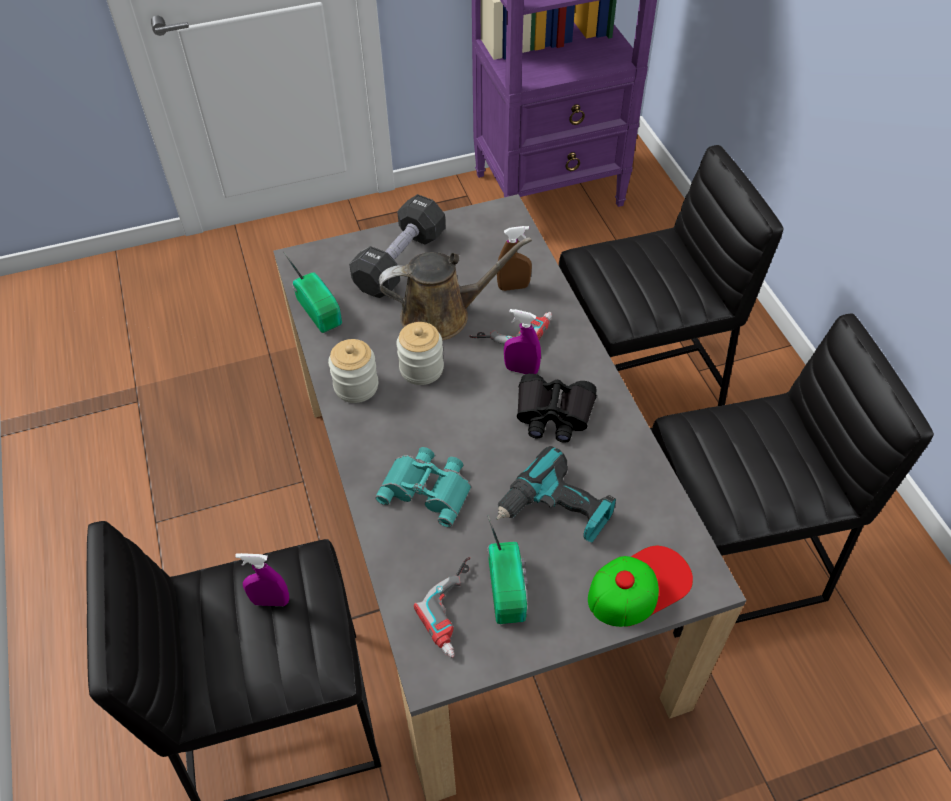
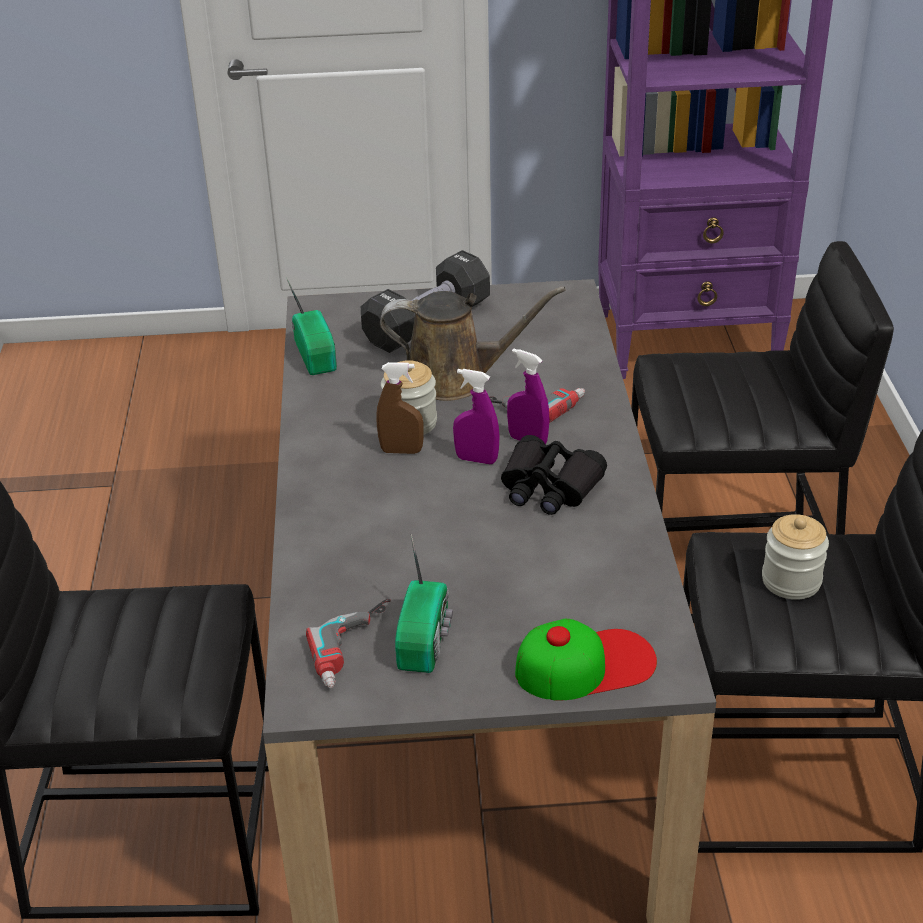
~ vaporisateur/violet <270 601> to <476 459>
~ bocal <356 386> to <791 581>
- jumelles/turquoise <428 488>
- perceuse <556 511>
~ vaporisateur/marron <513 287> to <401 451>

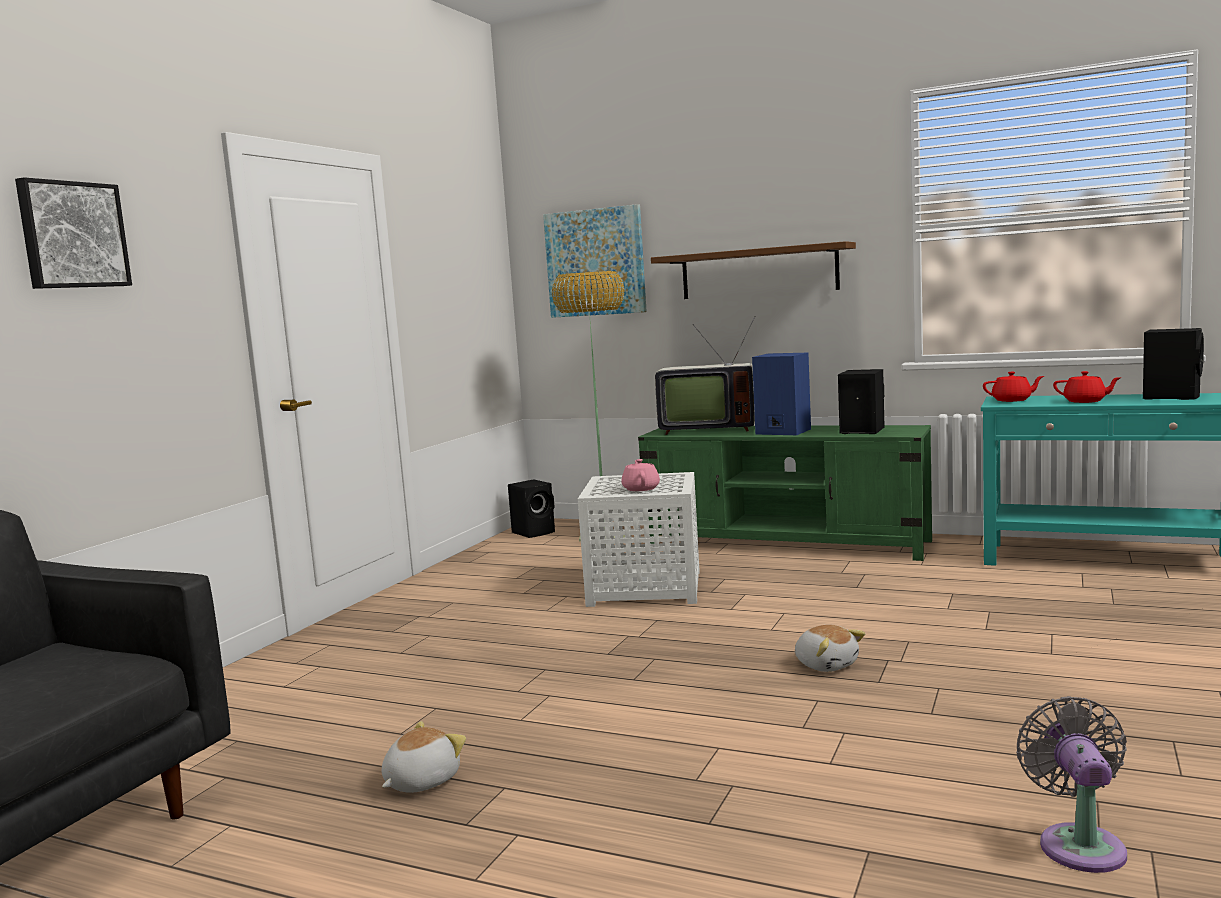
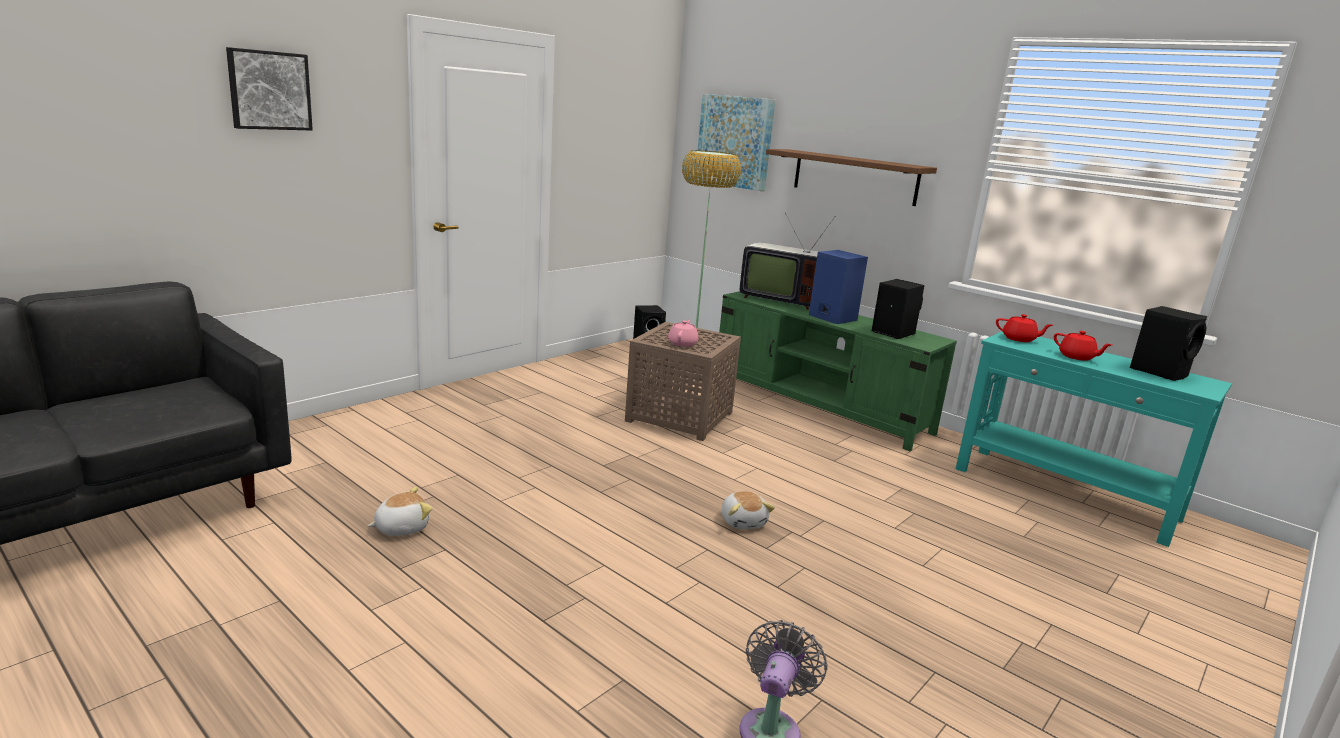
~ table d'appoint/blanc <643 587> to table d'appoint/marron <679 416>

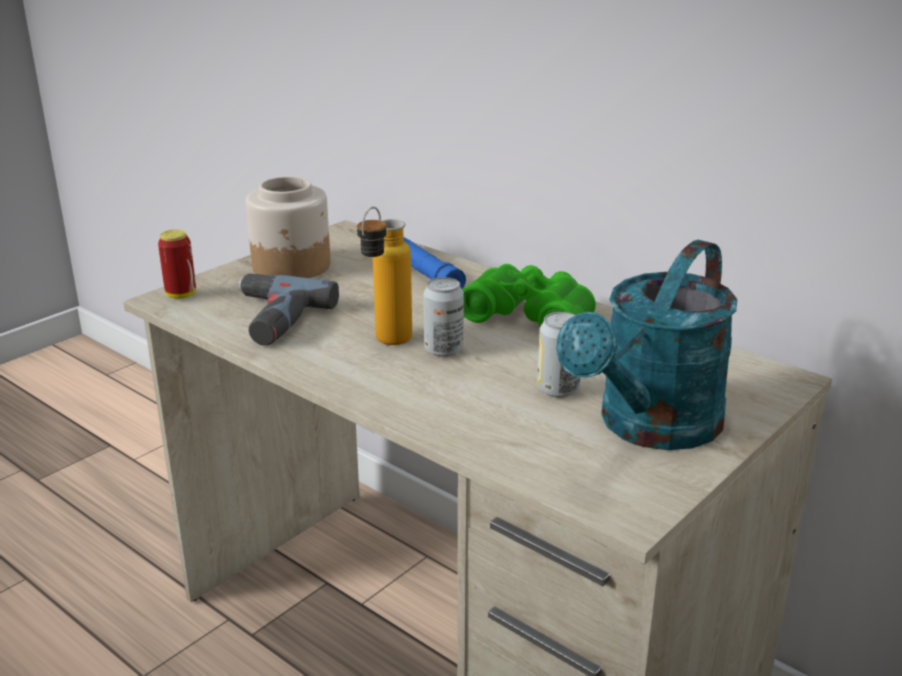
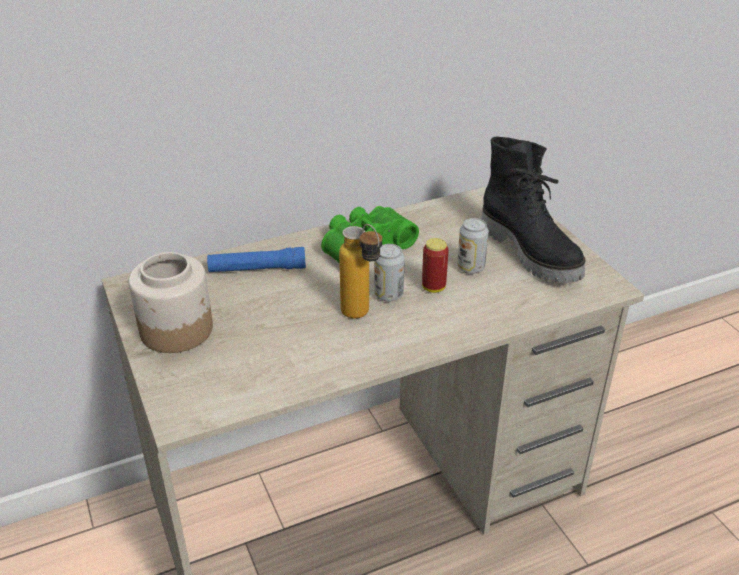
~ boîte métallique <181 295> to <433 287>
- perceuse <269 319>
~ arrosoir/turquoise <650 428> to botte/noir <531 252>

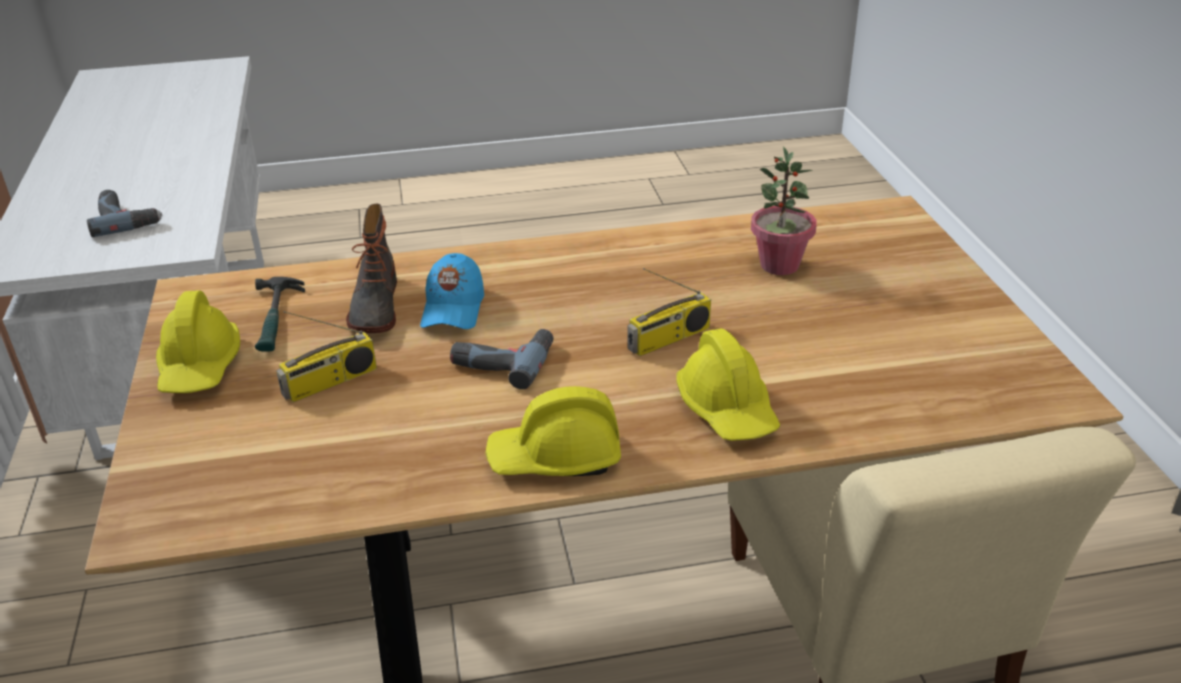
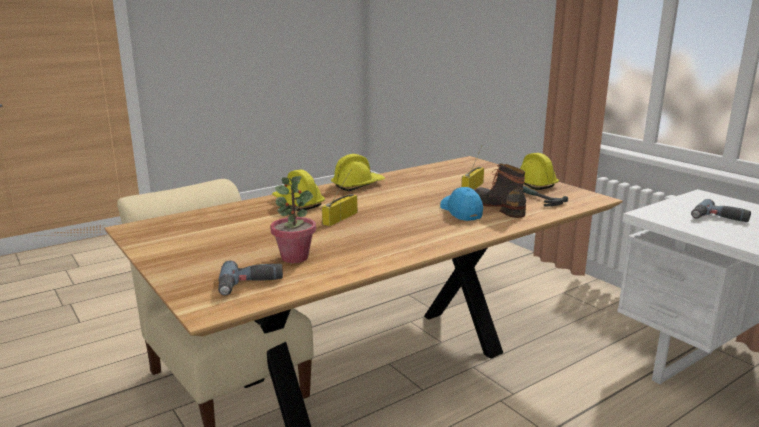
~ perceuse <503 360> to <251 285>

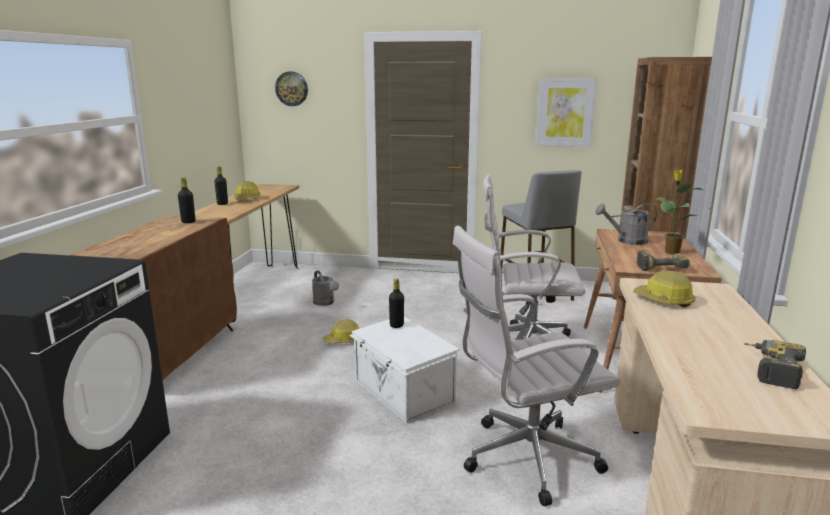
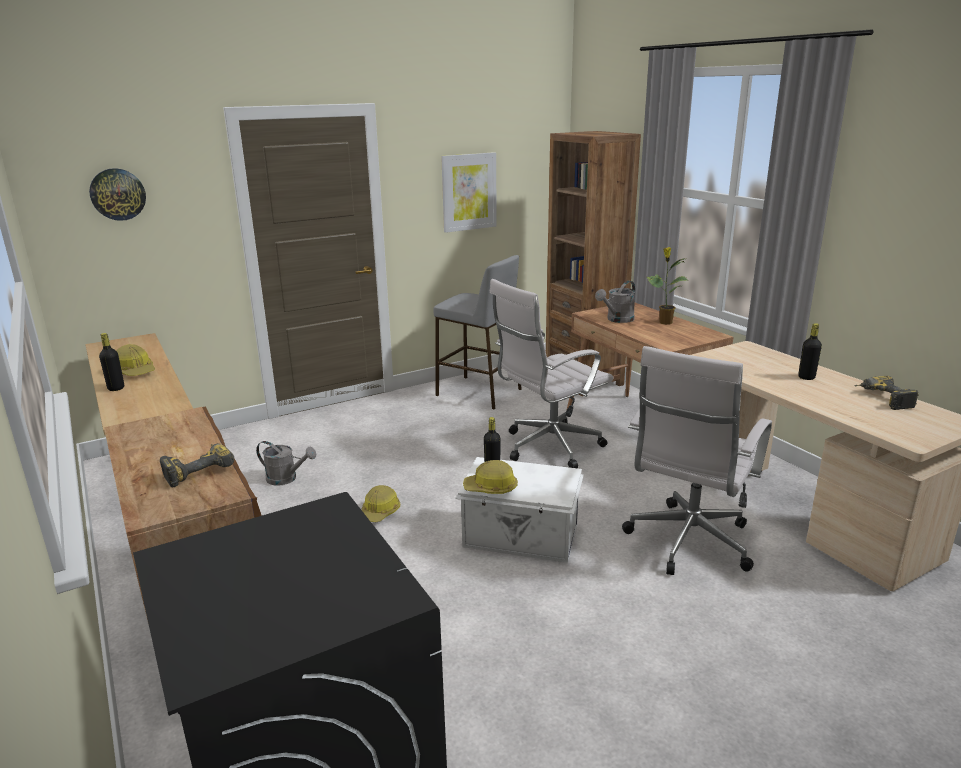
~ bouteille/noir <188 222> to <806 377>
~ casque de chantier <664 300> to <491 488>
~ perceuse <660 267> to <198 470>

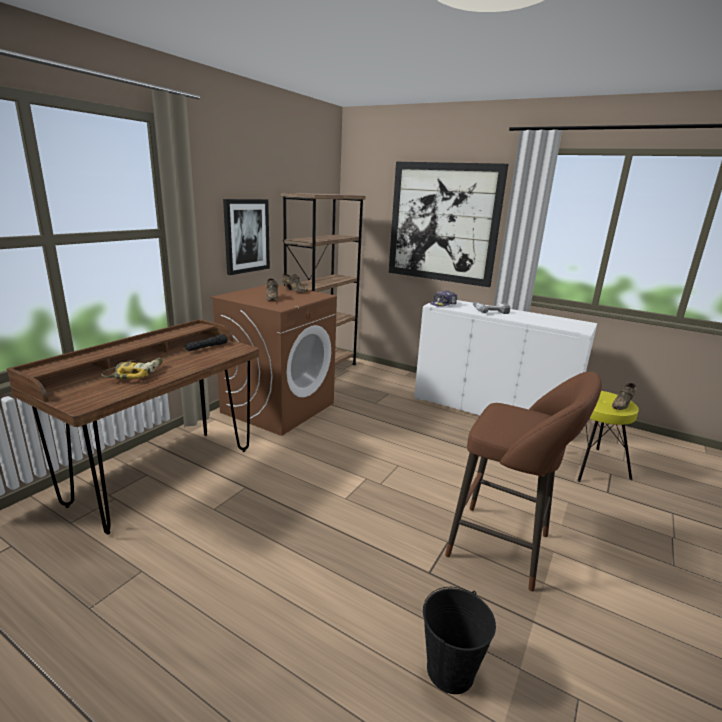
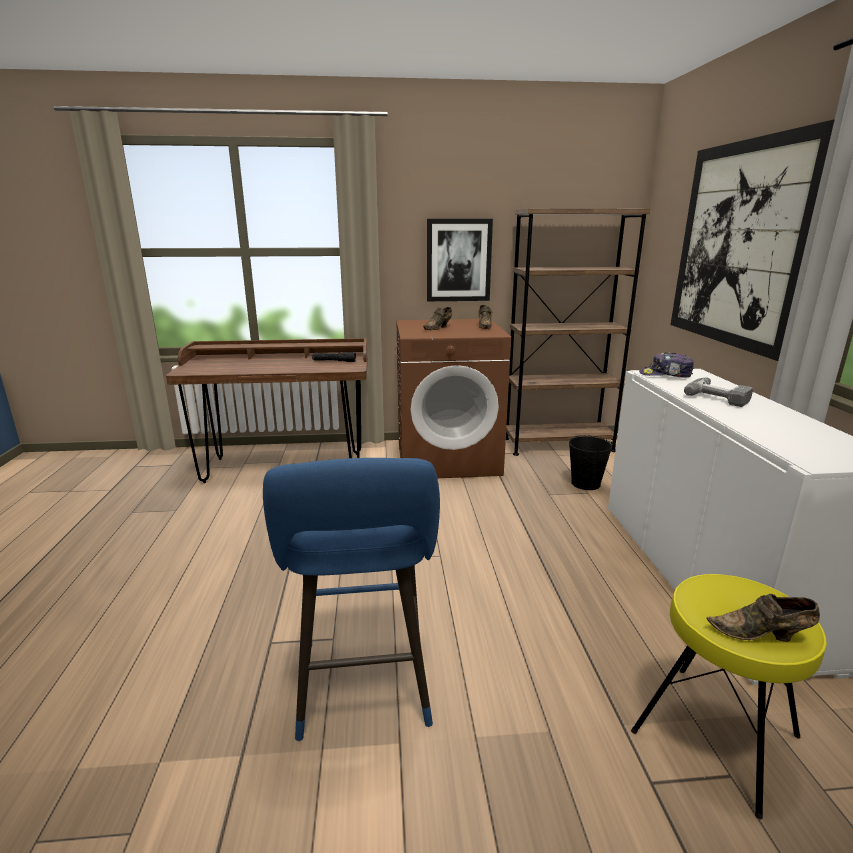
- perceuse <135 373>
~ seau/noir <450 670> to <586 483>
~ tabouret/marron <505 548> to tabouret/bleu <364 690>

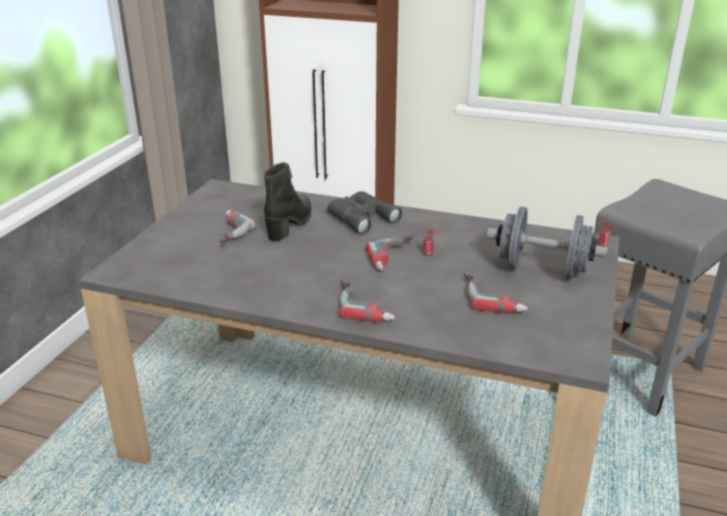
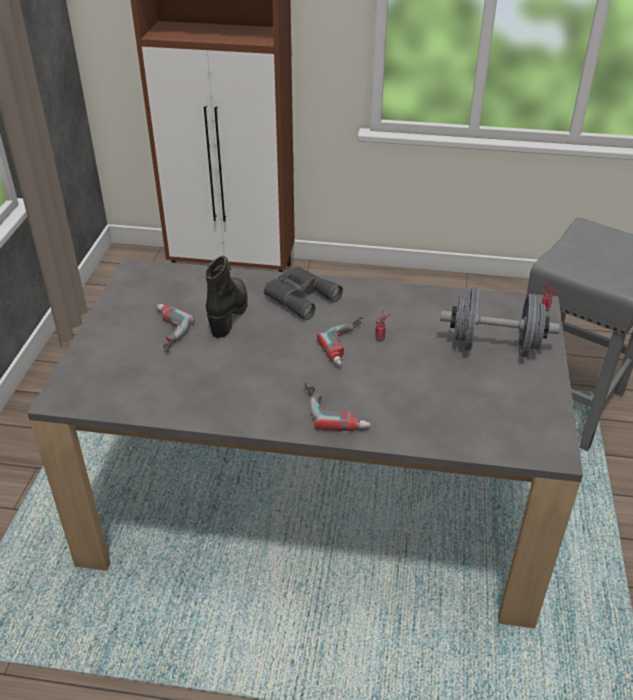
- perceuse <493 296>

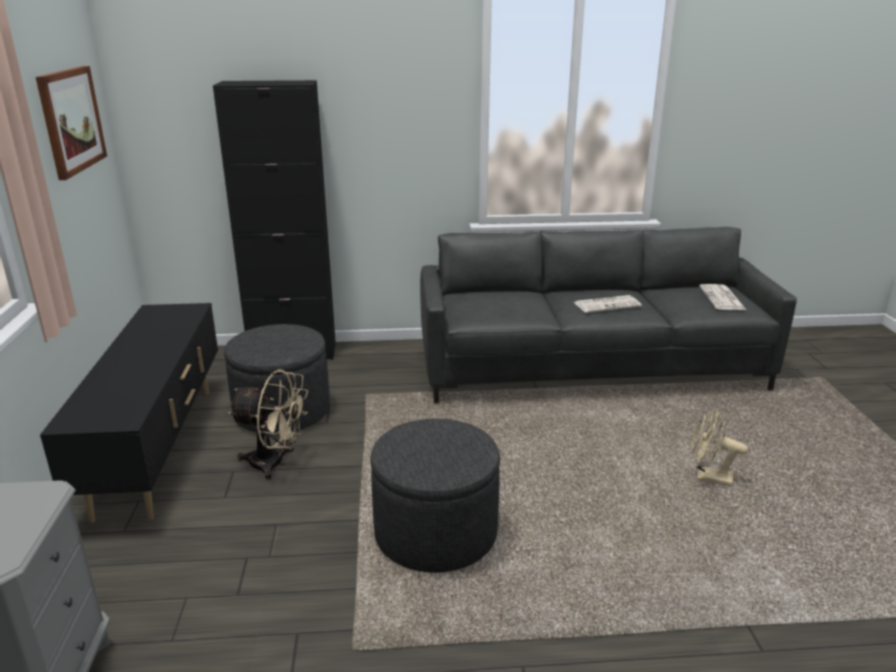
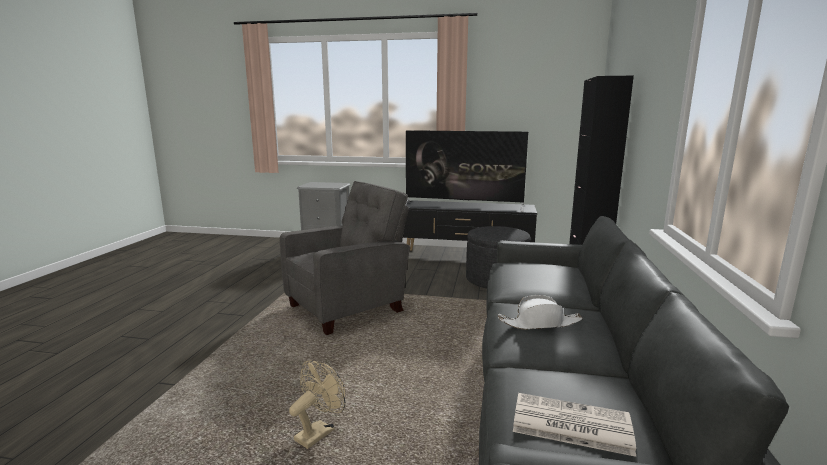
- tableau <71 120>
- ventilateur/beige <275 463>
~ pouf/gris <435 533> to fauteuil/gris <348 308>
~ journal <607 304> to chapeau/blanc <540 323>
+ téléviseur <463 206>

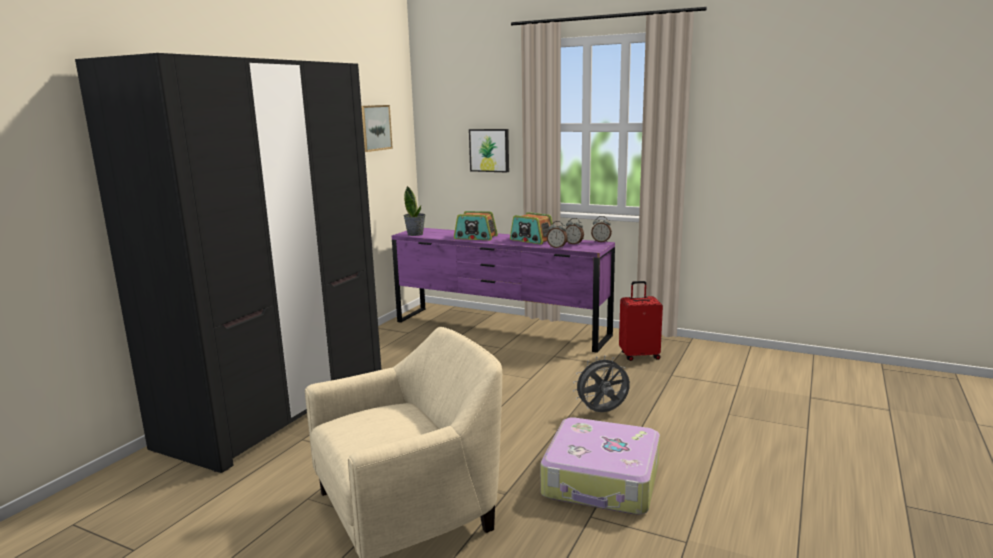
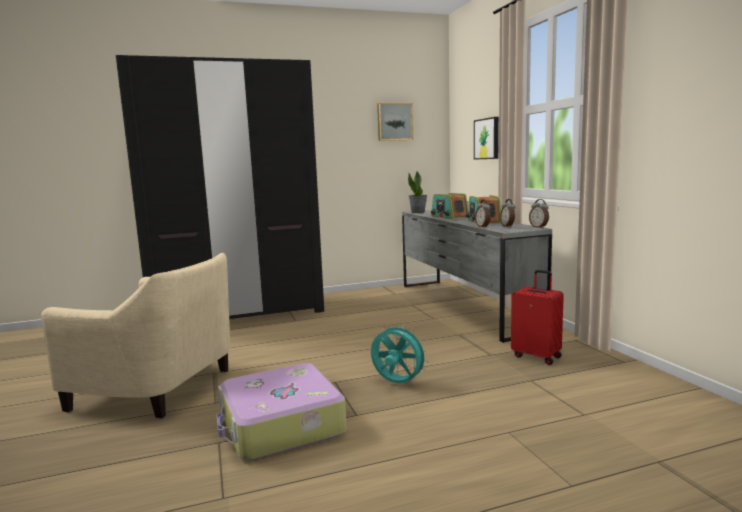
~ commode/violet <500 328> to commode/gris <463 306>
~ ventilateur/gris <602 412> to ventilateur/turquoise <397 384>

